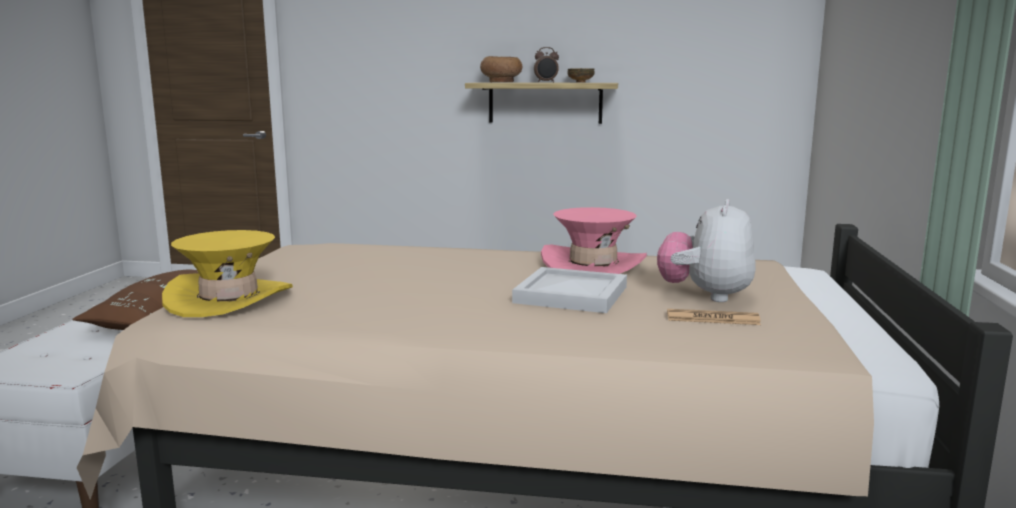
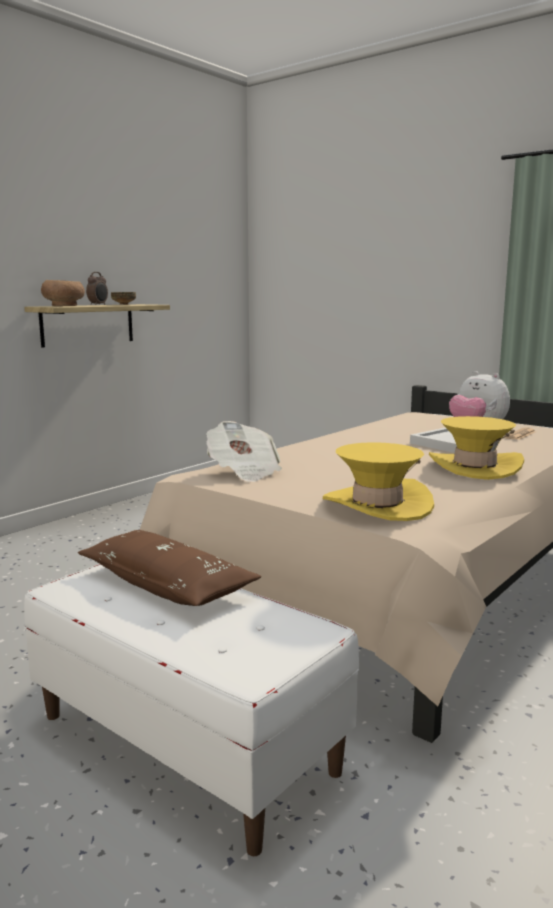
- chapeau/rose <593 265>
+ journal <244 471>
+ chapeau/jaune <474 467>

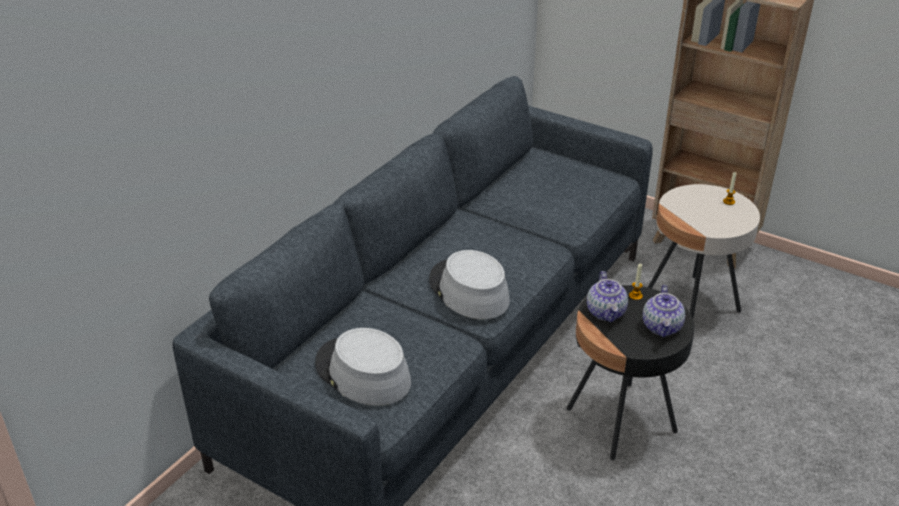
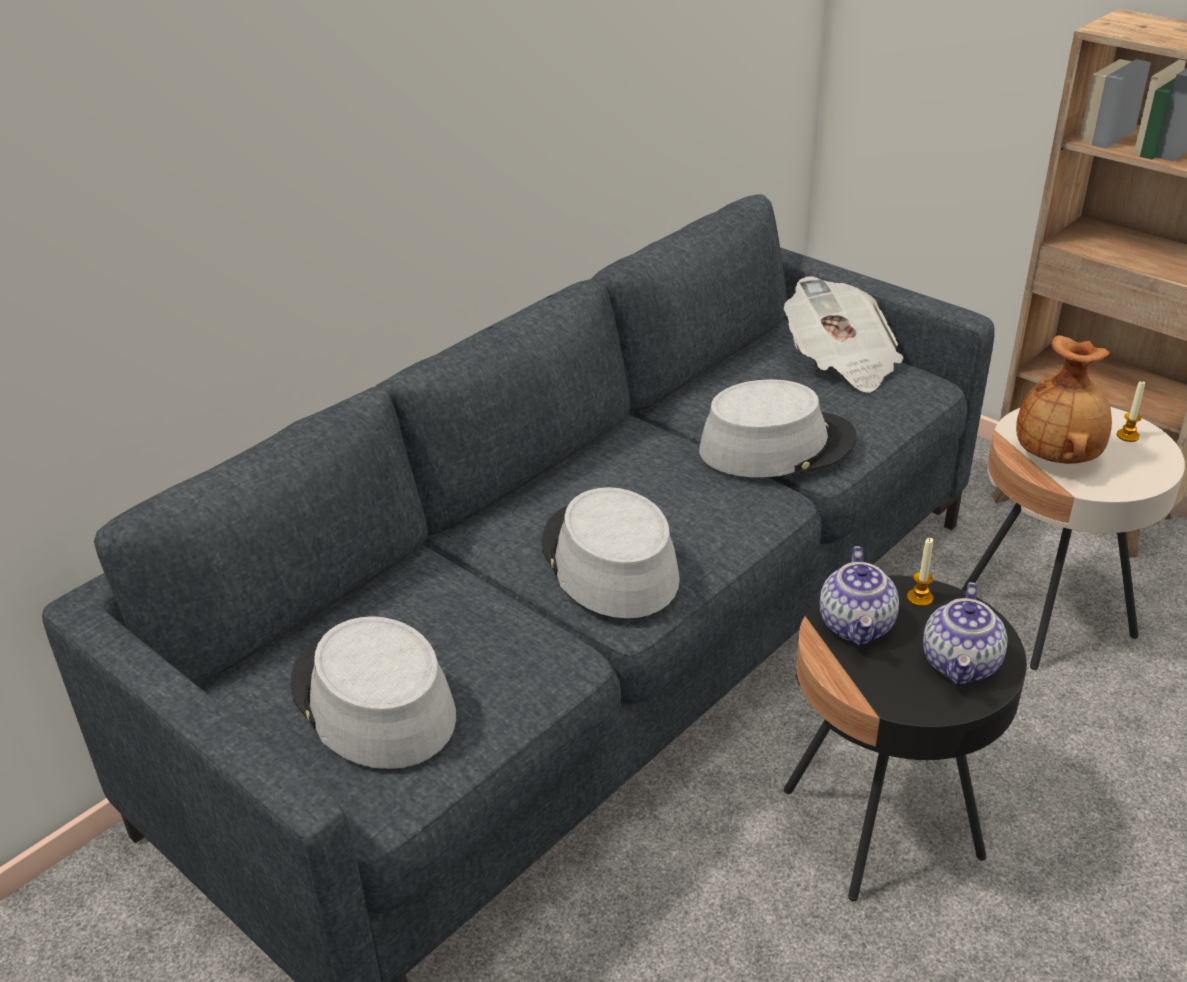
+ chapeau/gris <776 445>
+ journal <841 363>
+ vase/marron <1058 457>

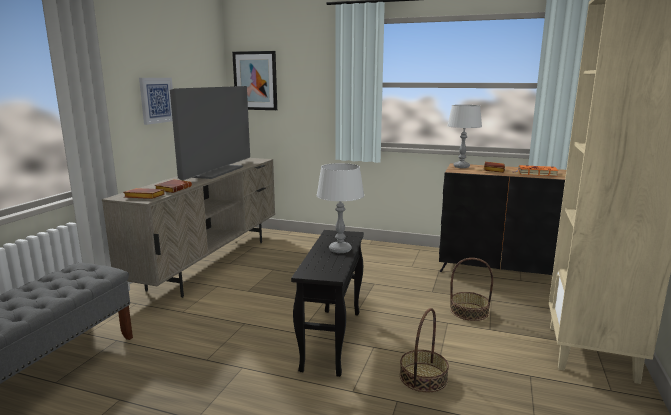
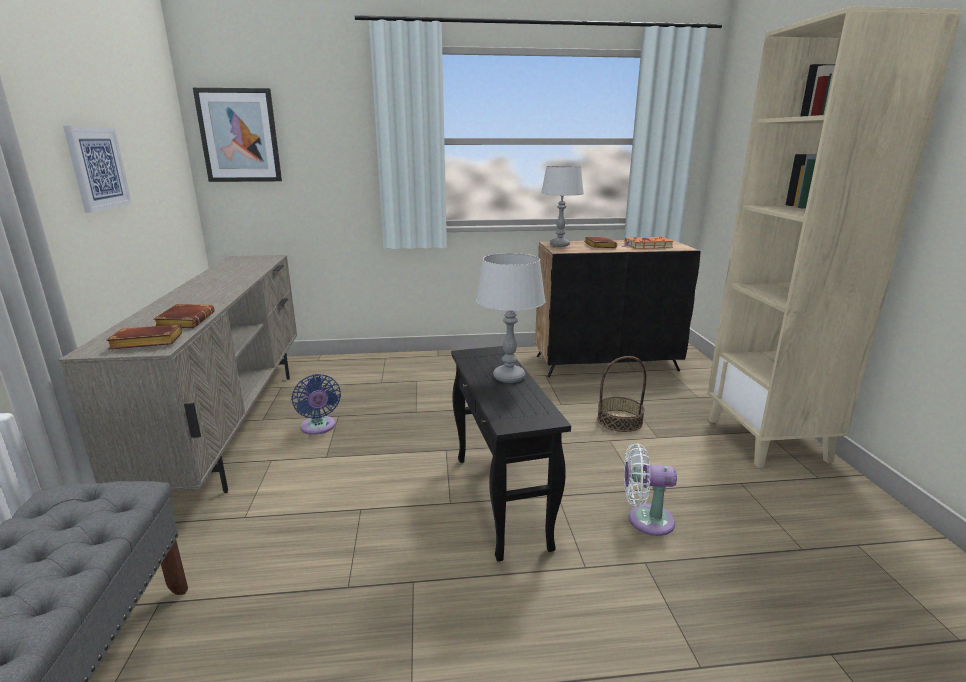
- téléviseur <215 171>
~ panier <423 377> to ventilateur/blanc <645 520>
+ ventilateur/bleu <318 428>

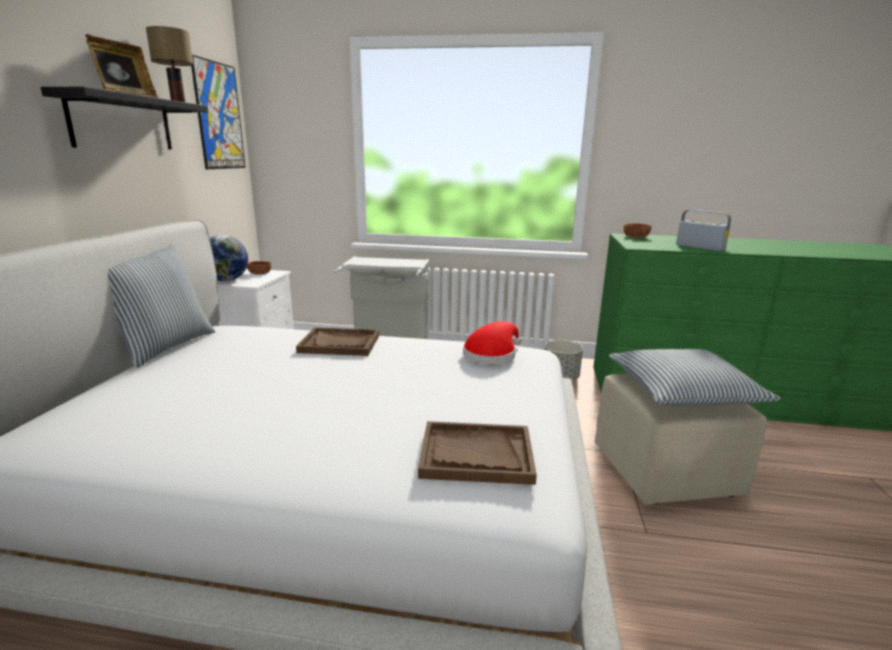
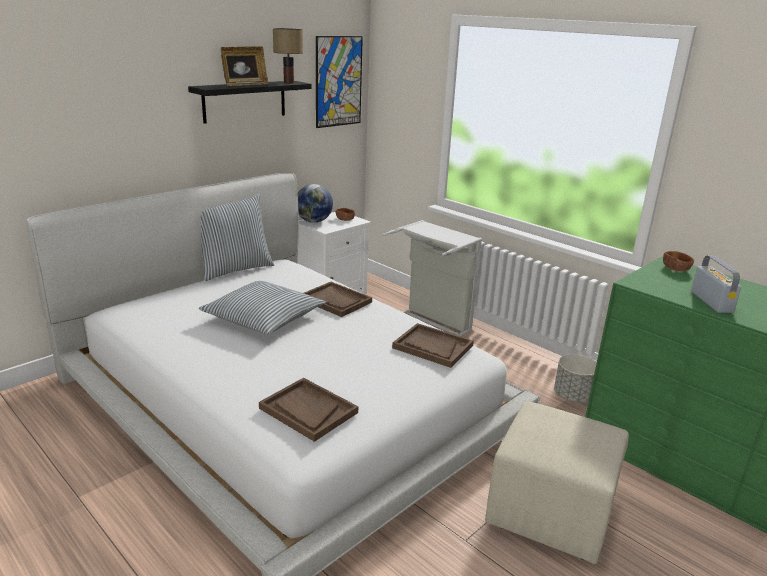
~ chapeau/rouge <492 354> to plateau/marron <432 347>
~ coussin <682 391> to <263 318>

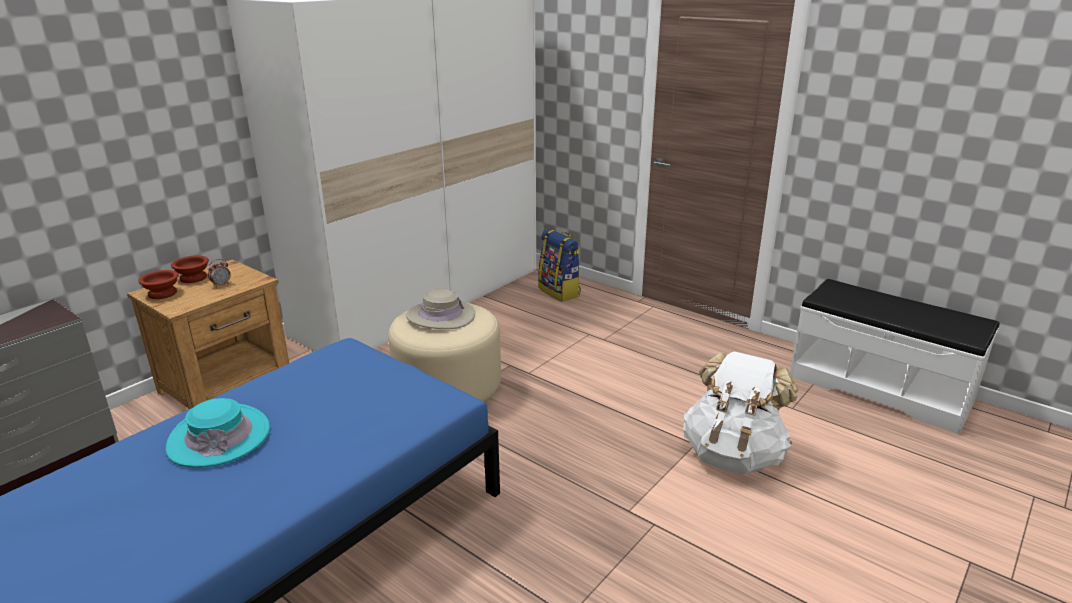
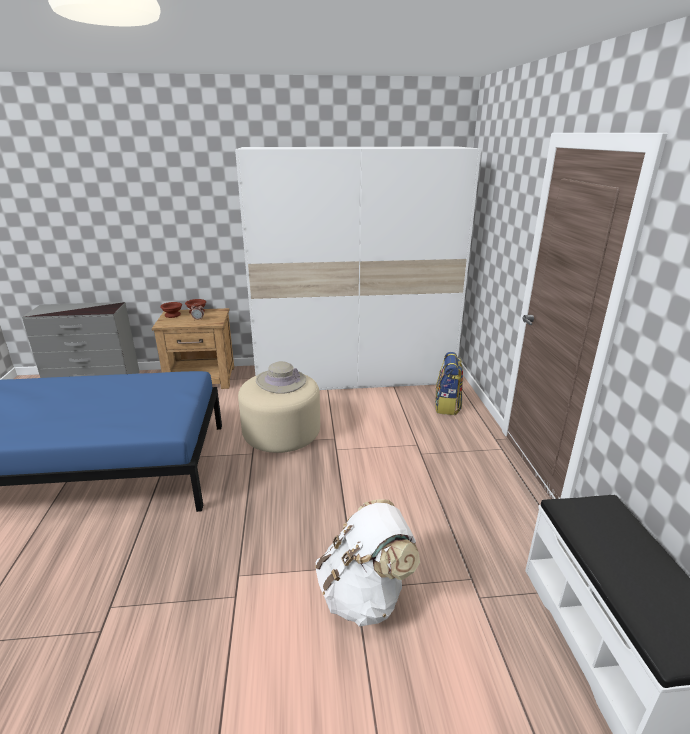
- chapeau/turquoise <219 437>

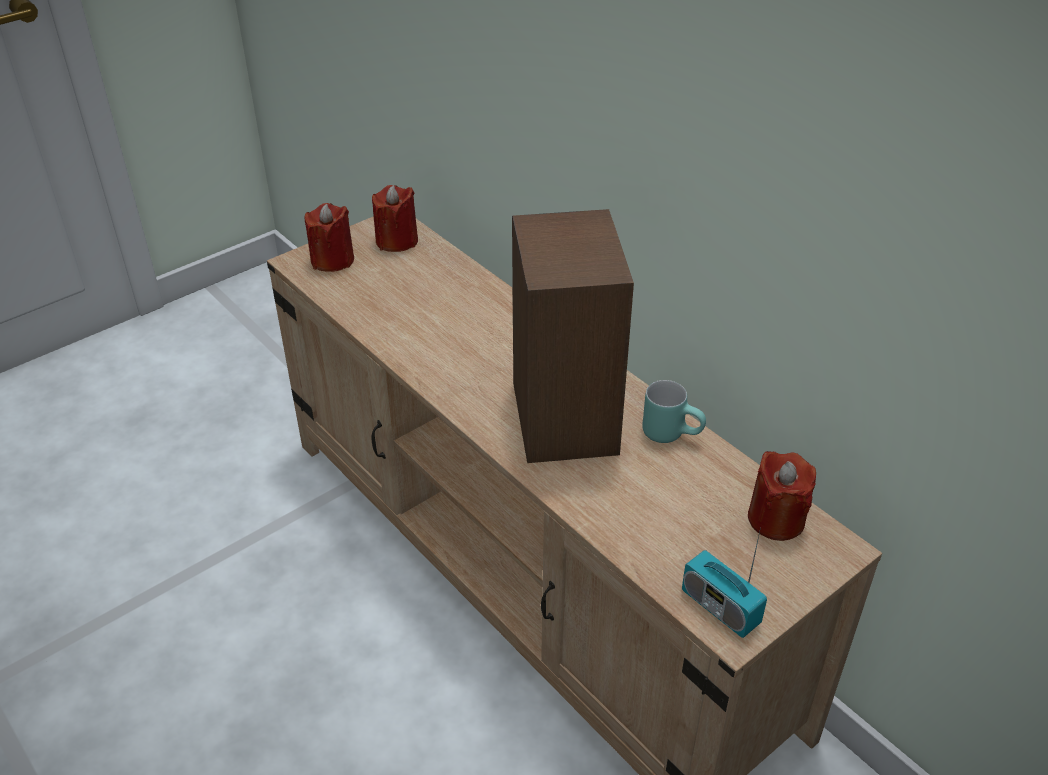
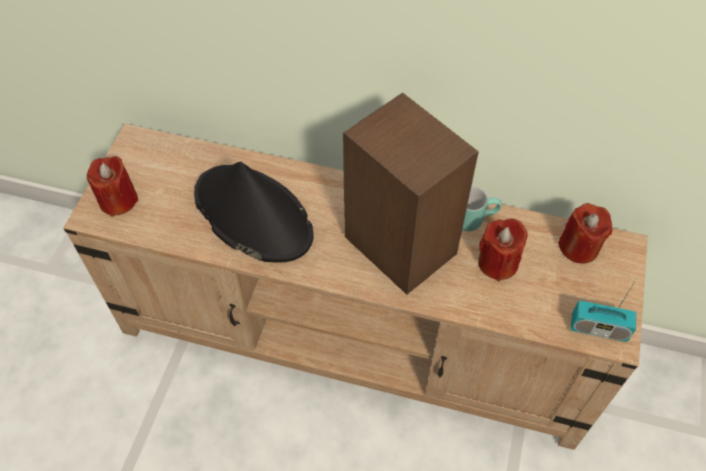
~ bougie/rouge <397 241> to <498 262>
+ chapeau/noir <252 214>

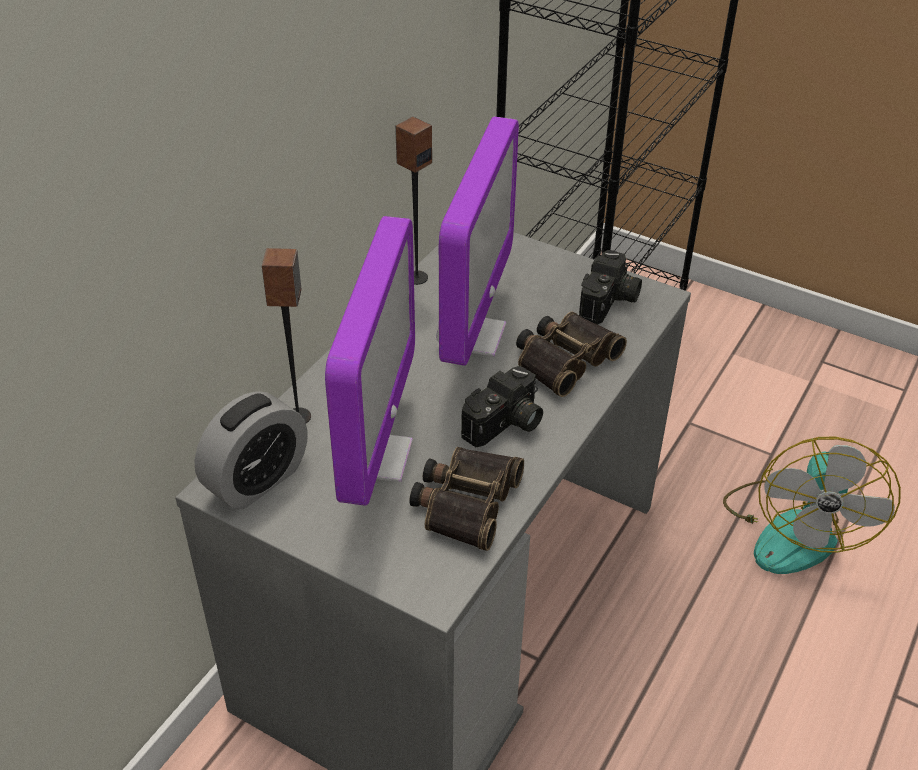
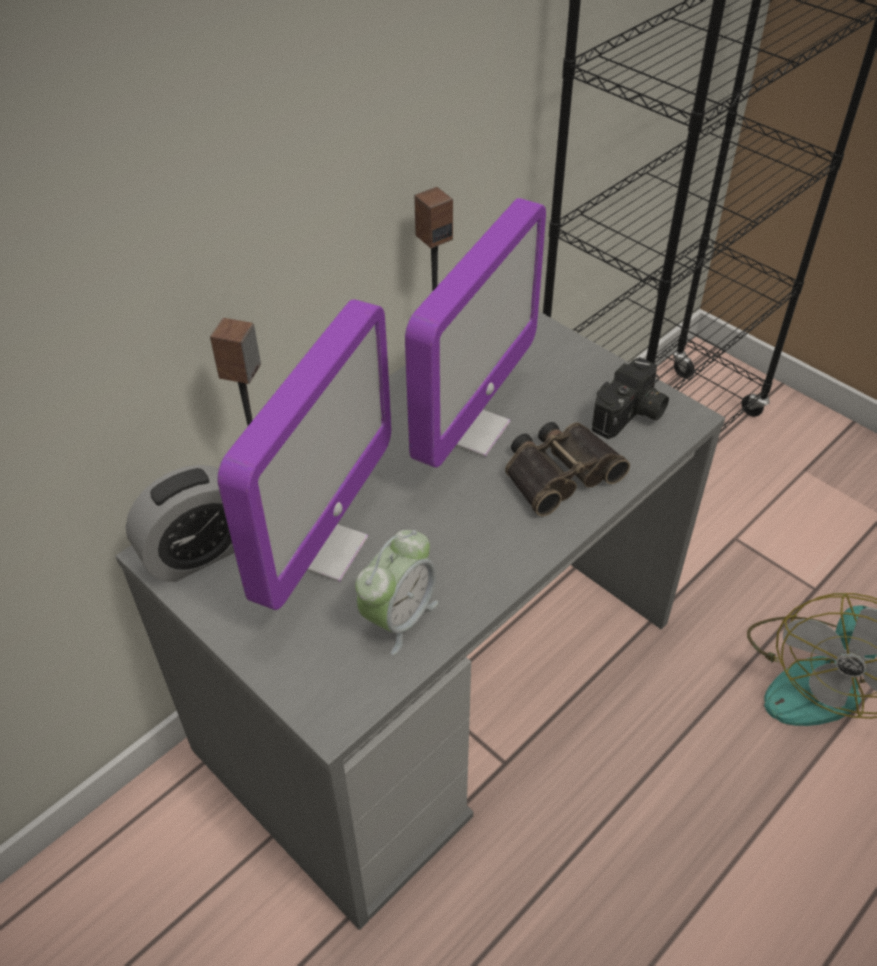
~ jumelles <465 502> to réveil <398 618>
- appareil photo <505 425>

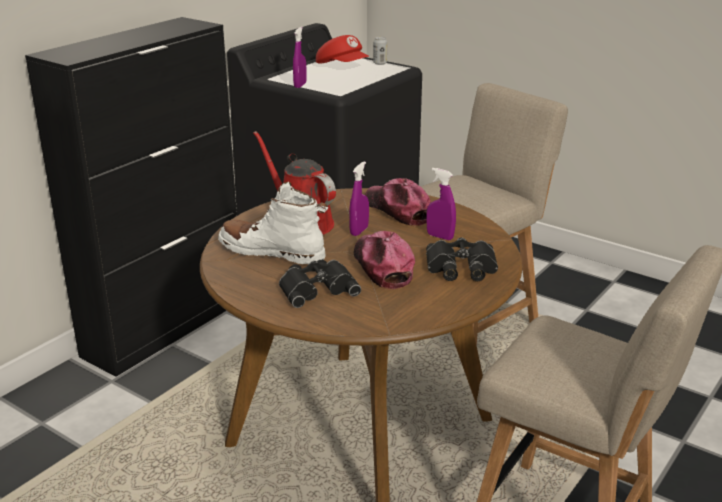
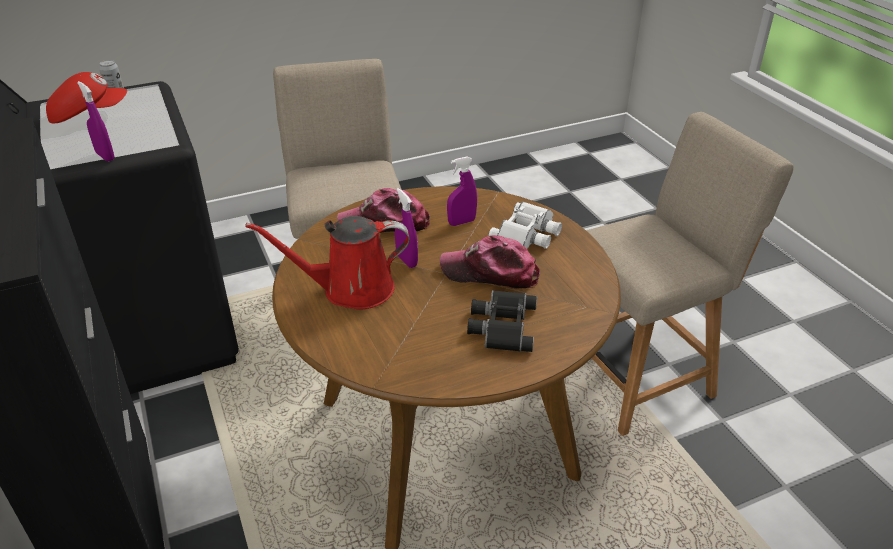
- botte/blanc <272 252>
~ jumelles/noir <461 268> to jumelles/blanc <528 234>

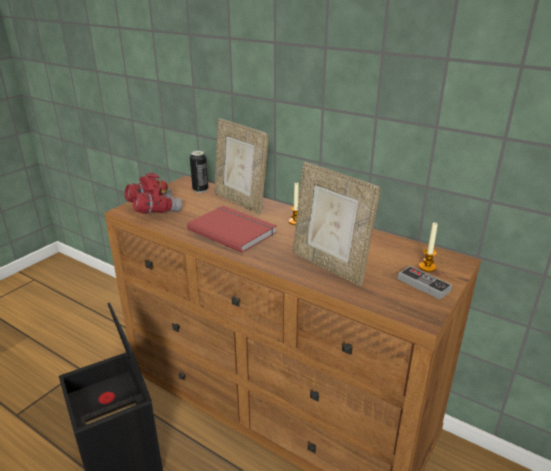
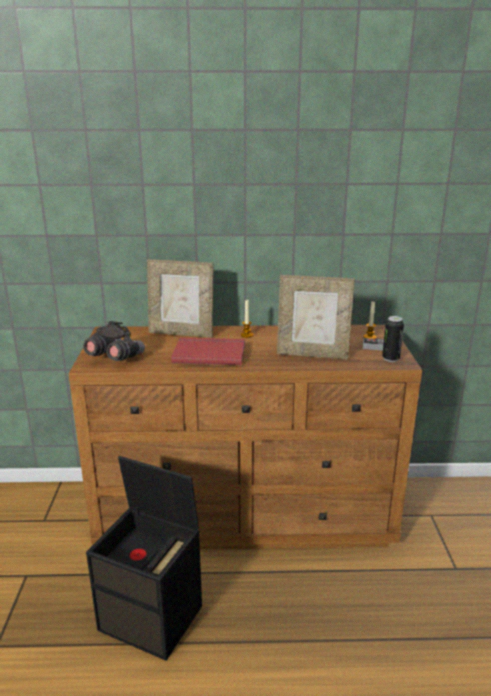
~ jumelles/rouge <153 210> to jumelles/gris <115 358>
~ boîte métallique <200 190> to <390 358>

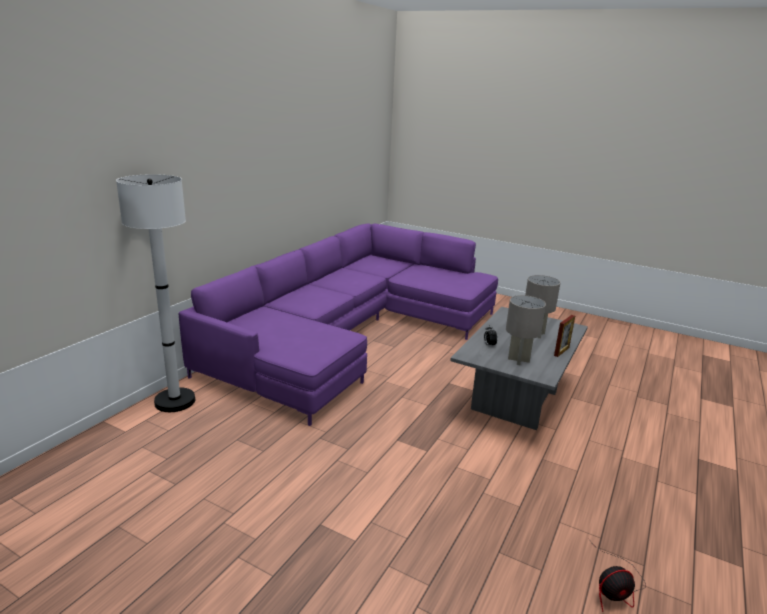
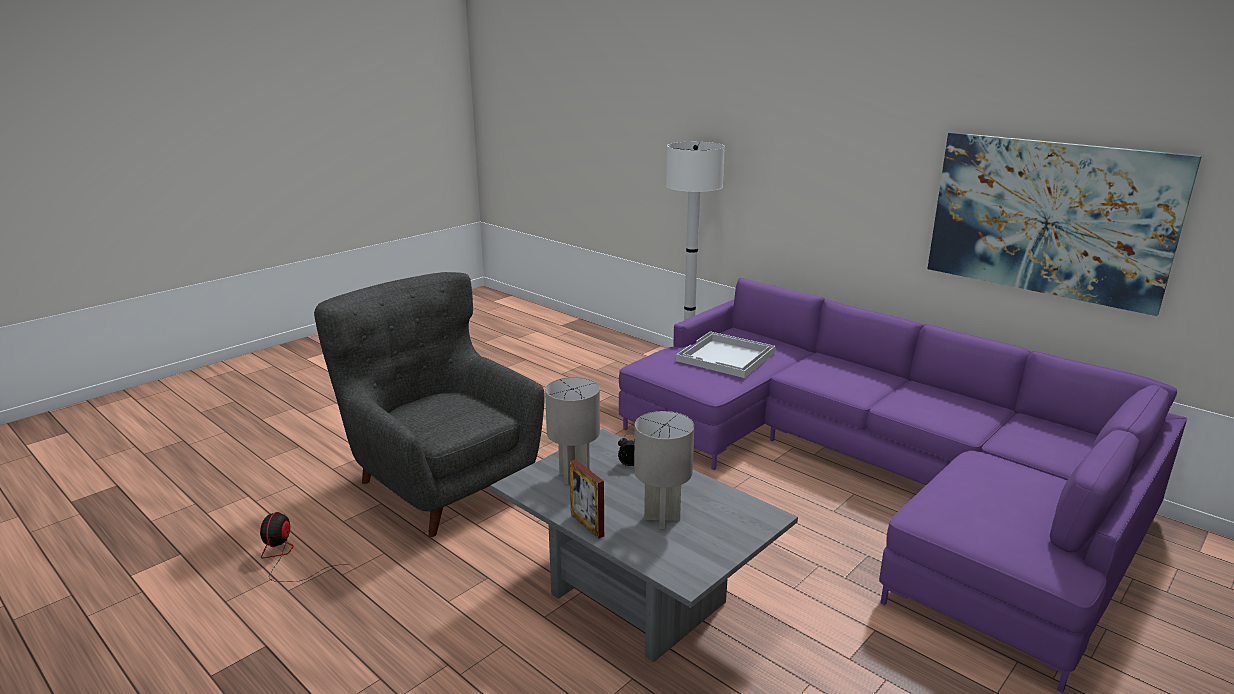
+ fauteuil/gris <441 482>
+ plateau/blanc <726 357>
+ tableau <1049 218>

